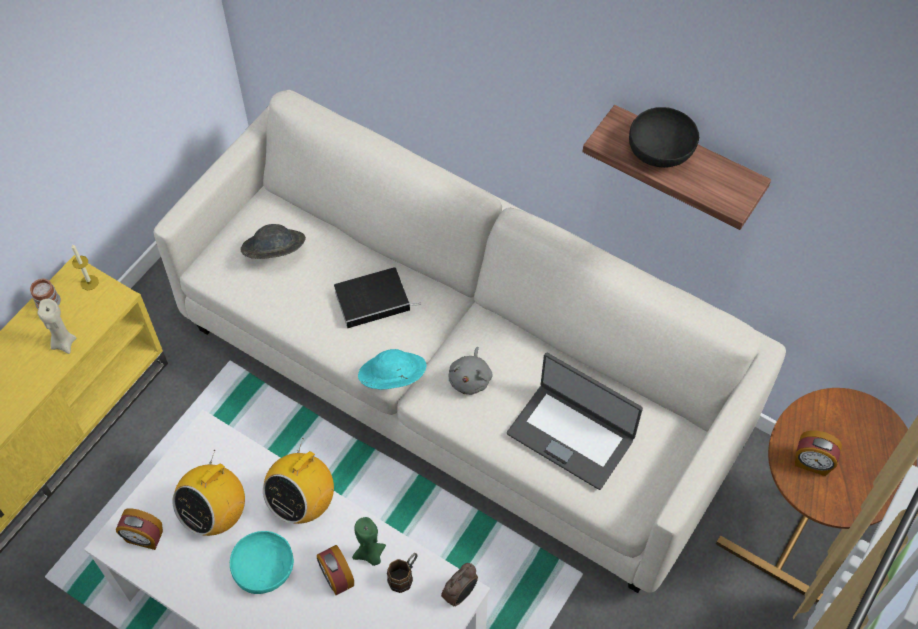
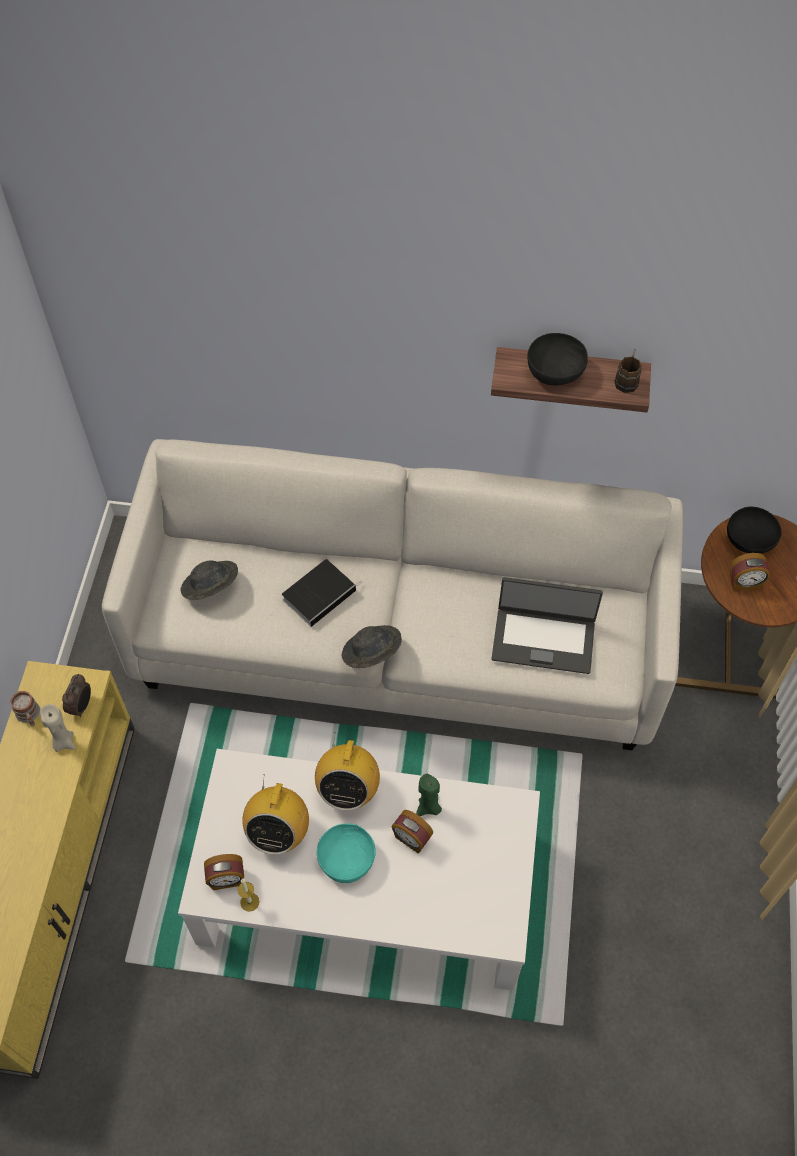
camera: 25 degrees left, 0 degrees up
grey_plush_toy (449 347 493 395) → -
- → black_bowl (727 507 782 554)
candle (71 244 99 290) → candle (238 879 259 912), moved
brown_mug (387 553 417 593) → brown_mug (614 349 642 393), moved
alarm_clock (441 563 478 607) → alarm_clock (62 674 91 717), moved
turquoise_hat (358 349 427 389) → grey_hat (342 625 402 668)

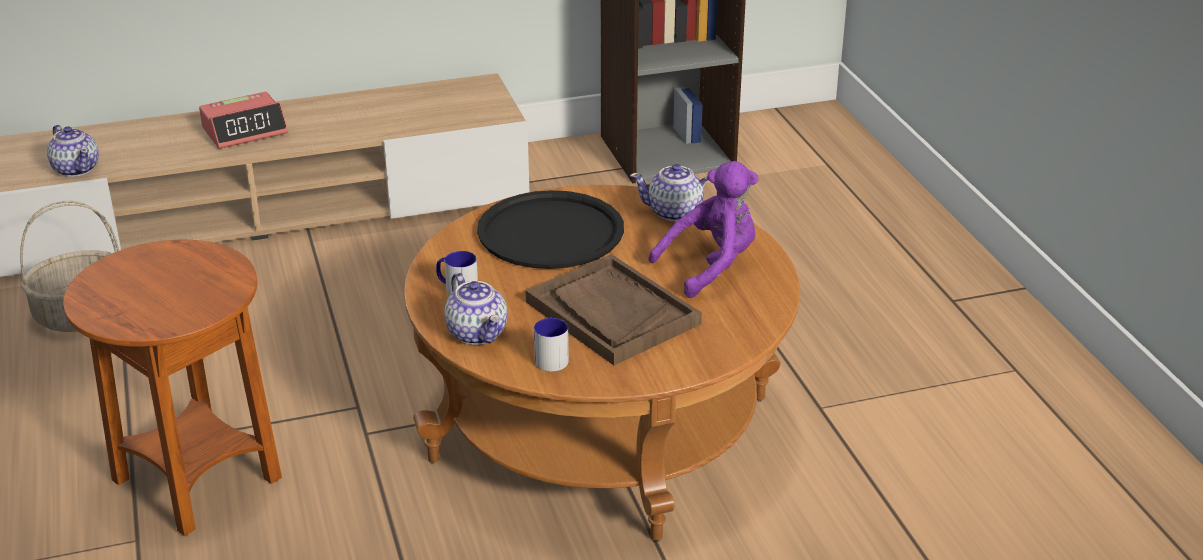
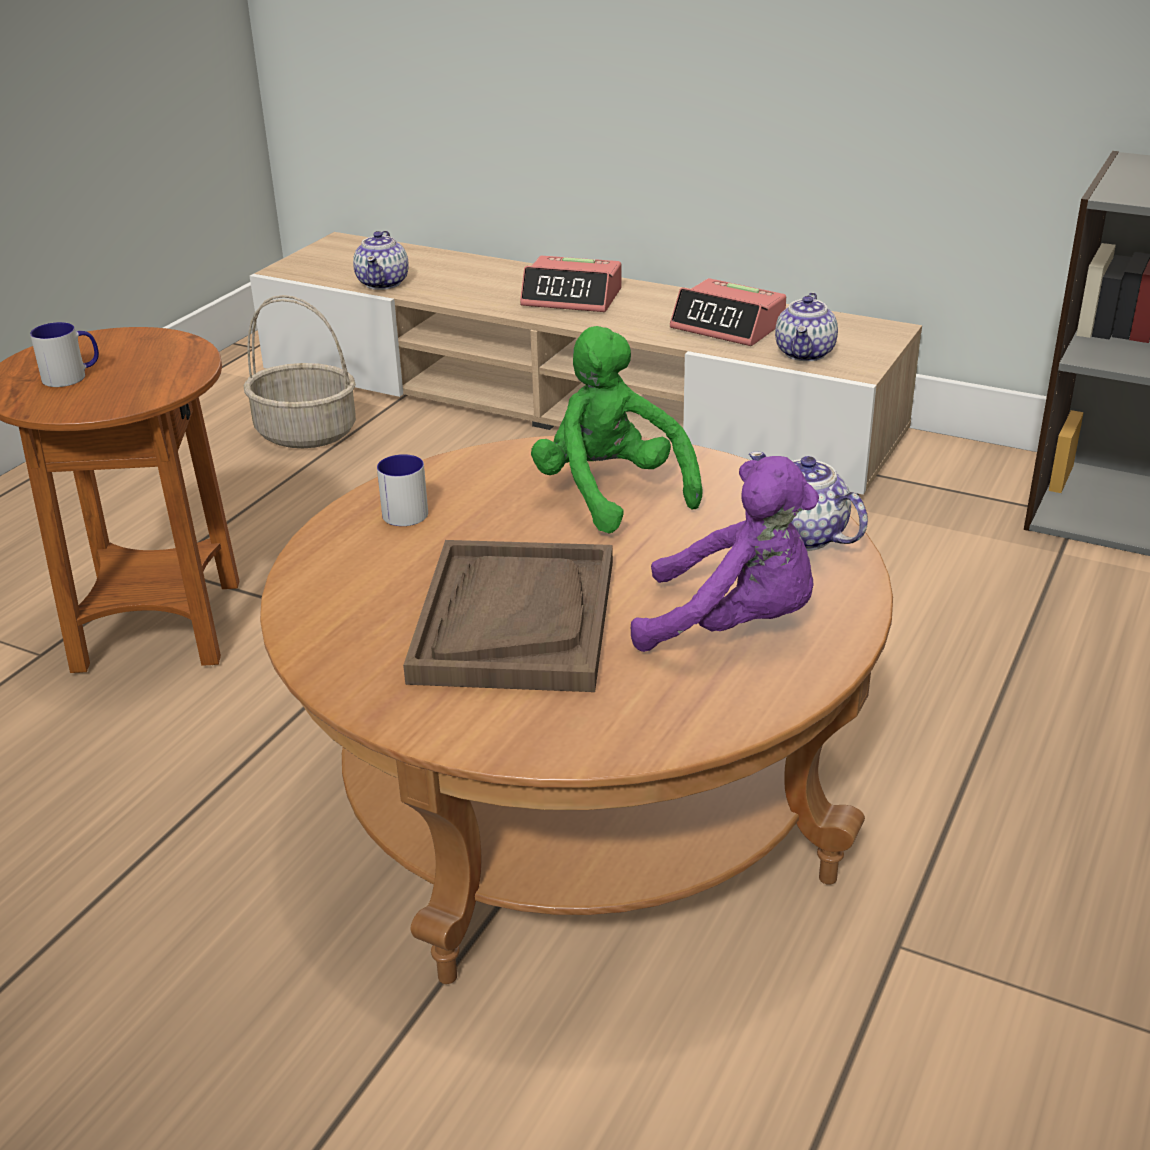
camera: 45 degrees right, 0 degrees up
- → alarm_clock (670 278 786 346)
teapot (444 273 507 345) → teapot (775 292 838 361), moved
mug (534 318 569 372) → mug (30 322 99 387), moved
black_tray (477 190 624 269) → green_plush_toy (531 326 703 534)

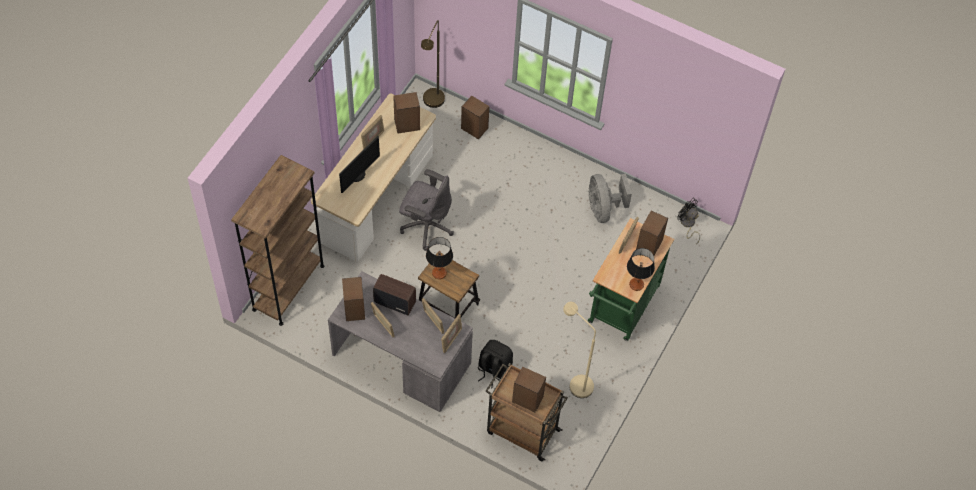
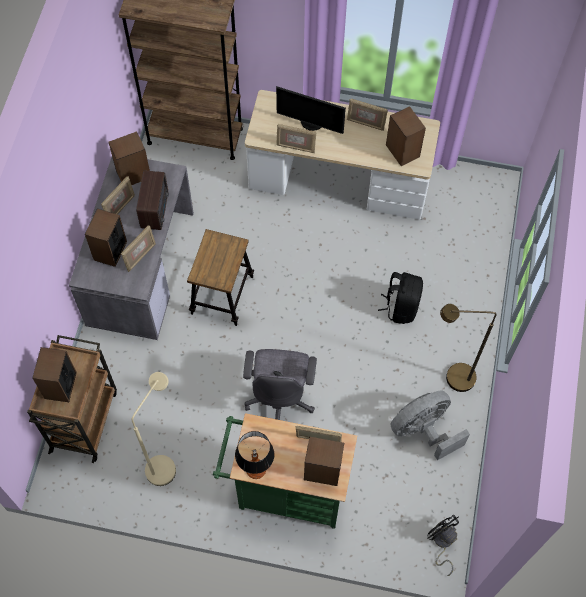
camera: 75 degrees right, 5 degrees up
table_lamp (426 237 453 279) → -
grey_office_chair (399 169 454 251) → grey_office_chair (243 349 317 420), moved
brown_floor_lamp (421 20 445 108) → brown_floor_lamp (440 304 496 392), moved
picture_frame (441 314 462 353) → picture_frame (276 124 316 153), moved
speaker (461 96 489 139) → speaker (85 209 127 267), moved
black_backpack (478 340 513 388) → black_backpack (378 272 423 324), moved
black_fan (677 198 700 244) → black_fan (427 515 459 576), 60 degrees counterclockwise

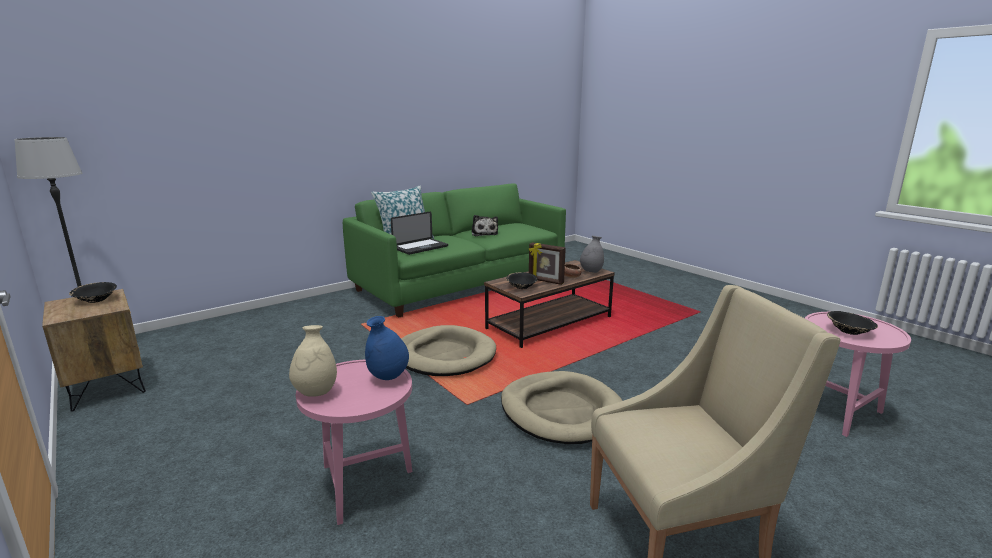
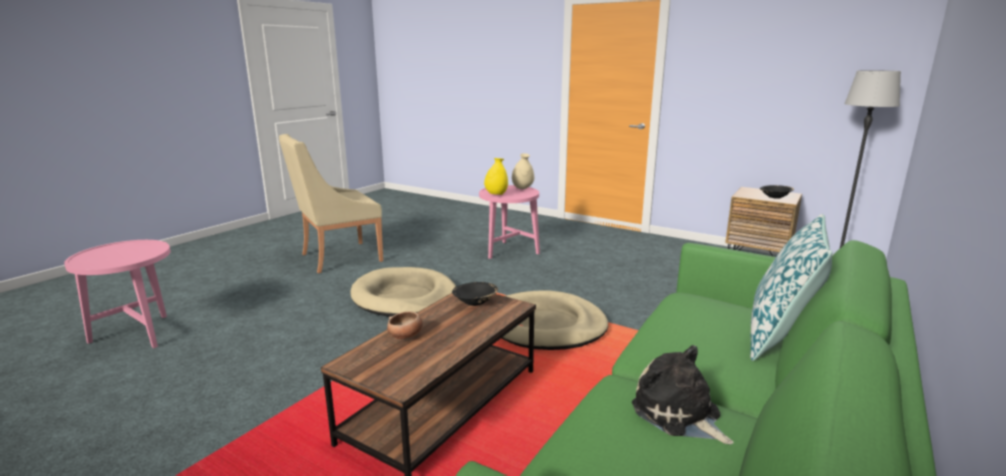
camera: 160 degrees right, 0 degrees up
laptop (391 212 448 255) → -
picture_frame (529 242 566 285) → -
grey_vase (580 236 604 273) → -
black_bowl (827 311 878 335) → -
blue_vase (365 316 409 380) → yellow_vase (484 158 508 195)

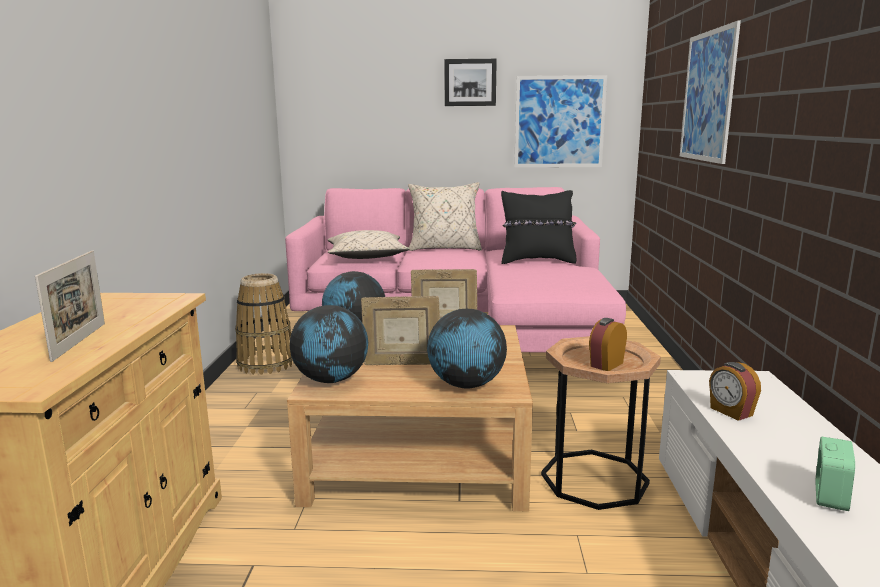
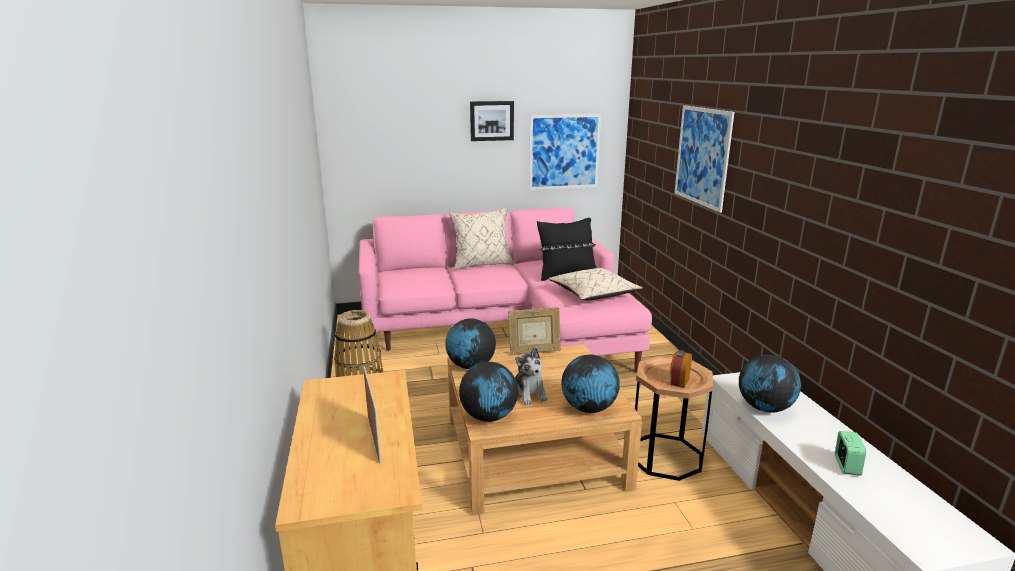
camera: 15 degrees left, 5 degrees up
beige_pillow (327 230 410 259) → beige_pillow (549 268 643 300), moved
picture_frame (361 296 440 365) → plush_toy (515 347 548 405)
alarm_clock (709 362 761 421) → globe (739 354 801 413)

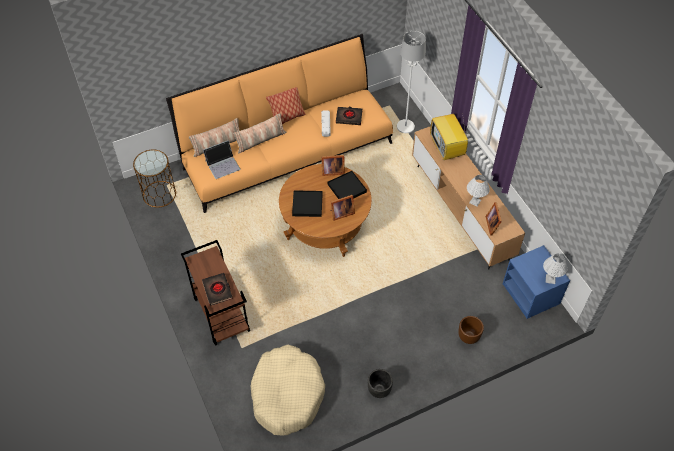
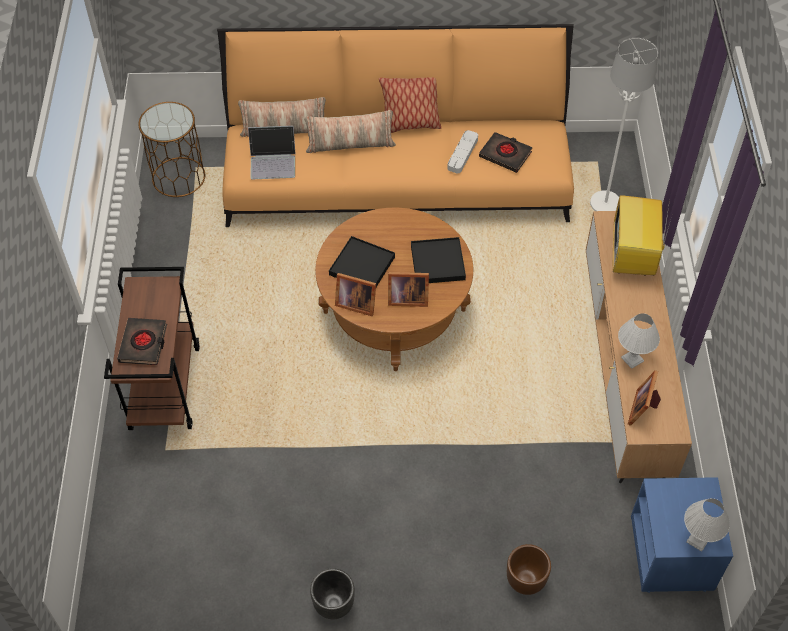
camera: 25 degrees right, 0 degrees up
beige_dog_bed (251 345 325 436) → -
picture_frame (321 155 345 176) → picture_frame (335 273 376 316), moved

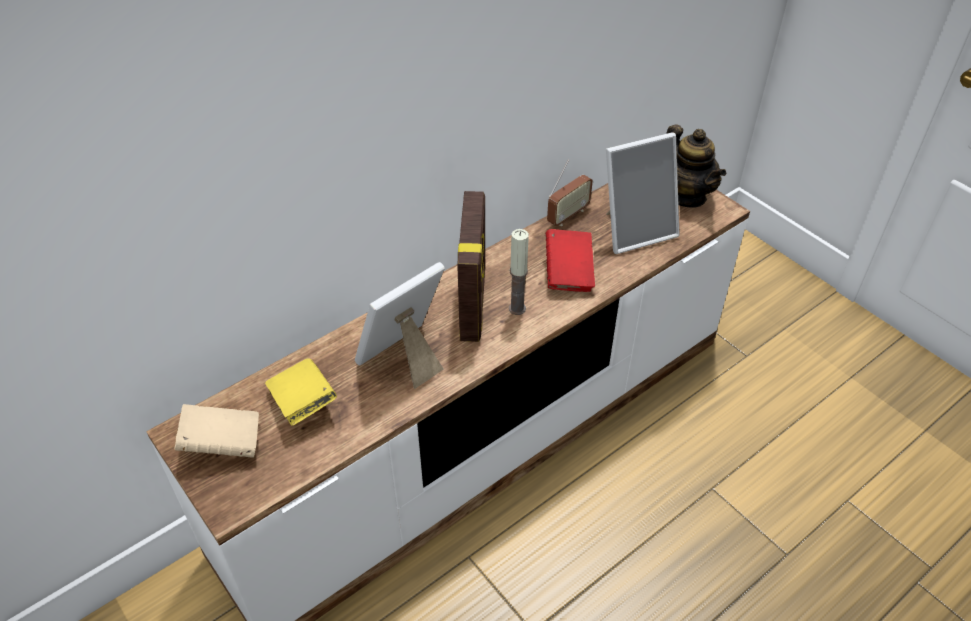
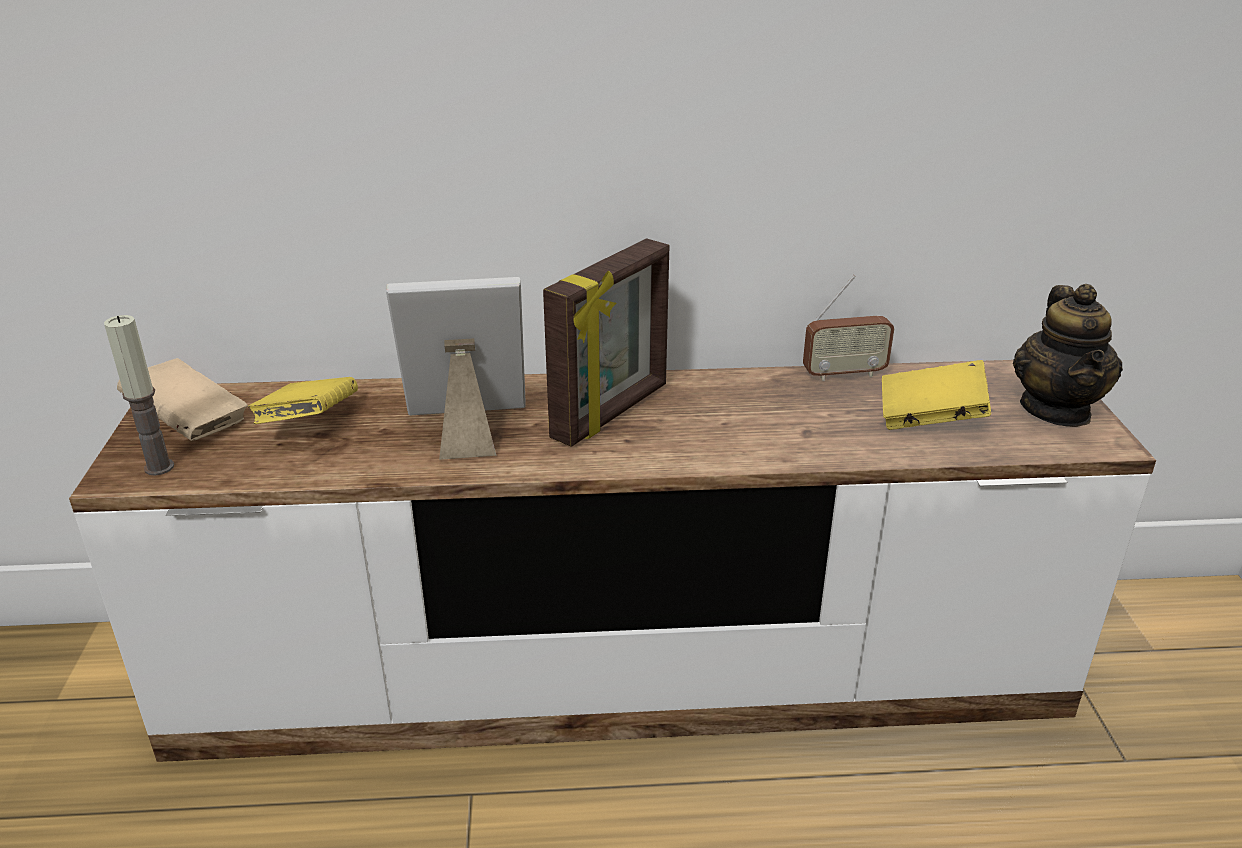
camera: 35 degrees right, 15 degrees down
red_book (546 229 595 292) → -
candle (509 229 529 315) → candle (104 315 174 476), moved
picture_frame (606 132 680 254) → yellow_book (882 360 991 430)

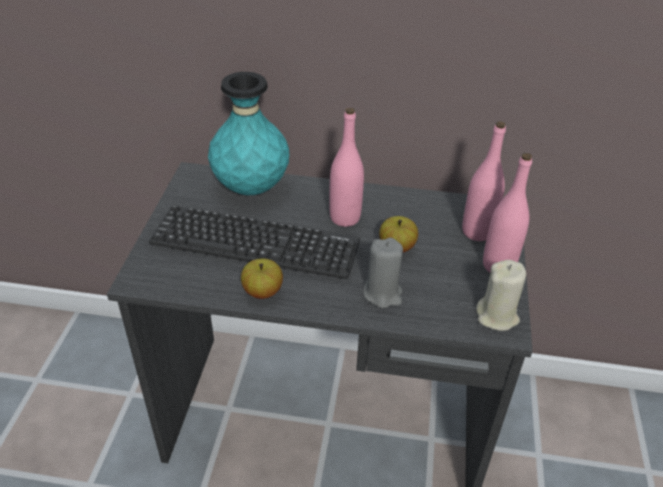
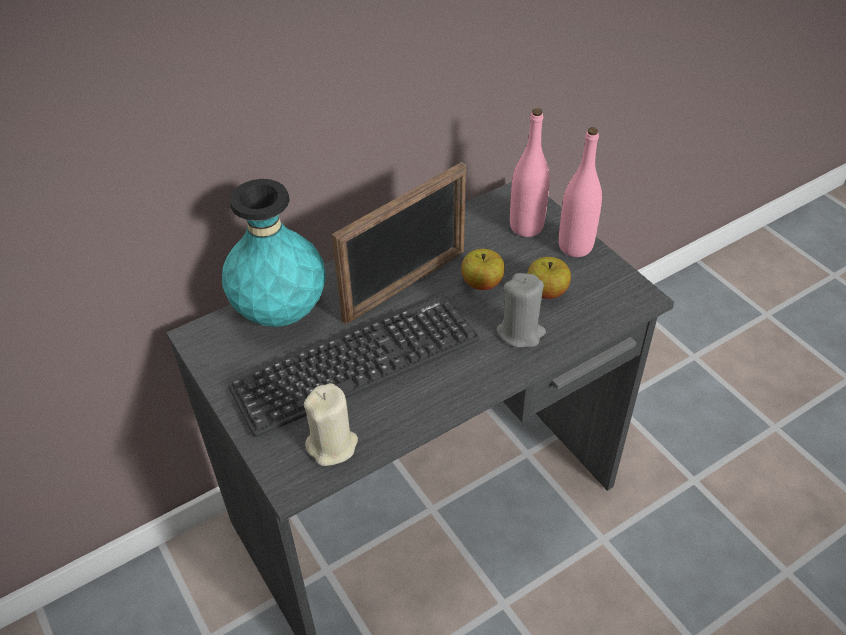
camera: 40 degrees left, 5 degrees up
apple (241 258 283 299) → apple (527 257 571 299), moved
beige_candle (476 260 526 331) → beige_candle (304 383 358 466), moved
pink_bottle (329 108 364 227) → picture_frame (332 162 466 324)

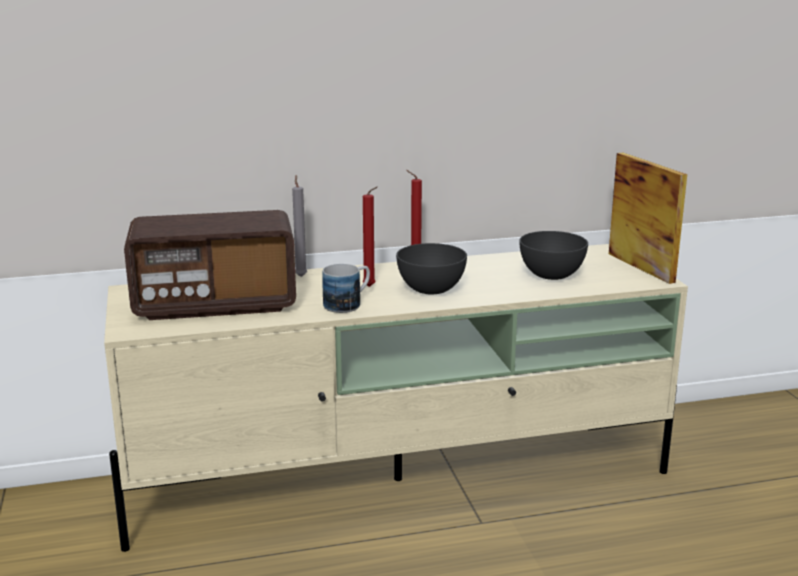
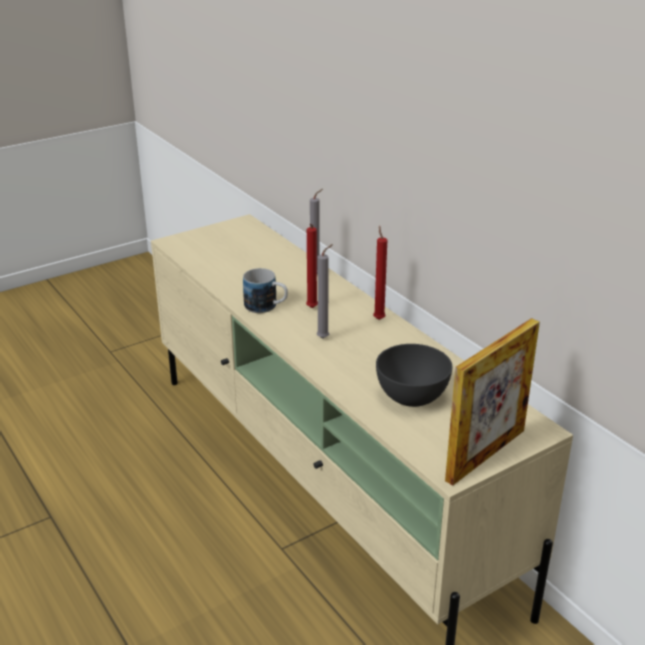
camera: 70 degrees right, 10 degrees up
radio (124 210 296 320) → -
grey_bowl (396 243 467 294) → grey_candle (317 244 333 338)

